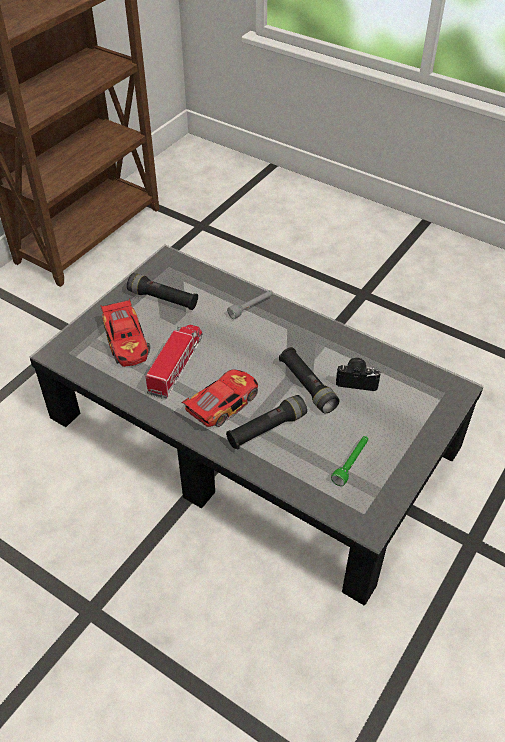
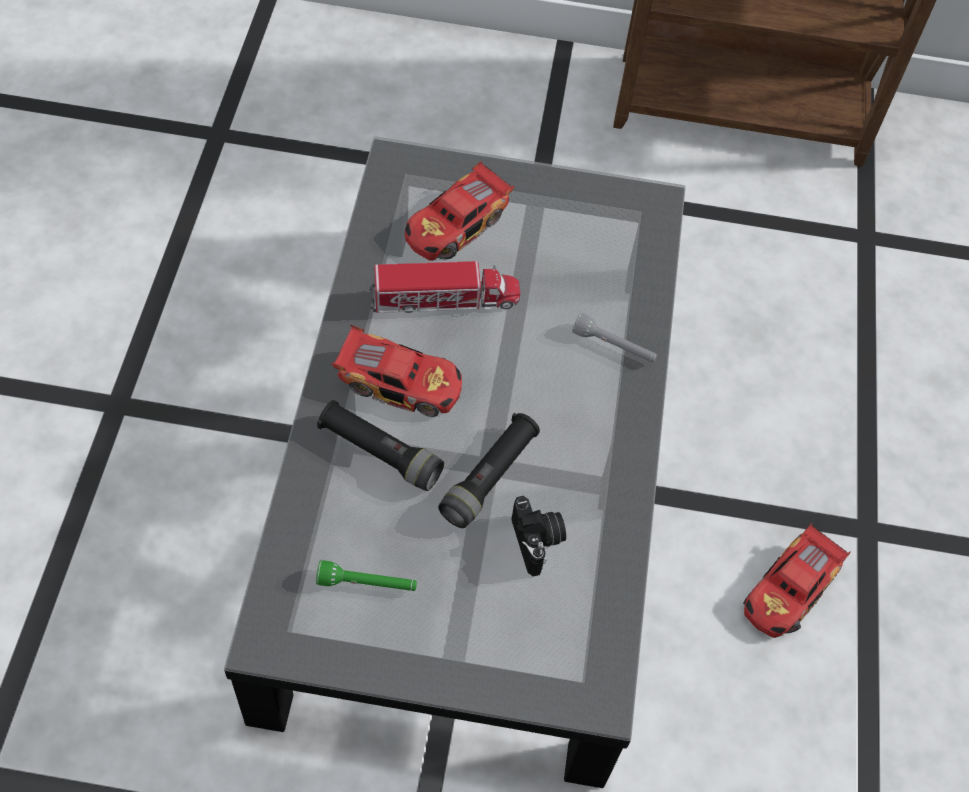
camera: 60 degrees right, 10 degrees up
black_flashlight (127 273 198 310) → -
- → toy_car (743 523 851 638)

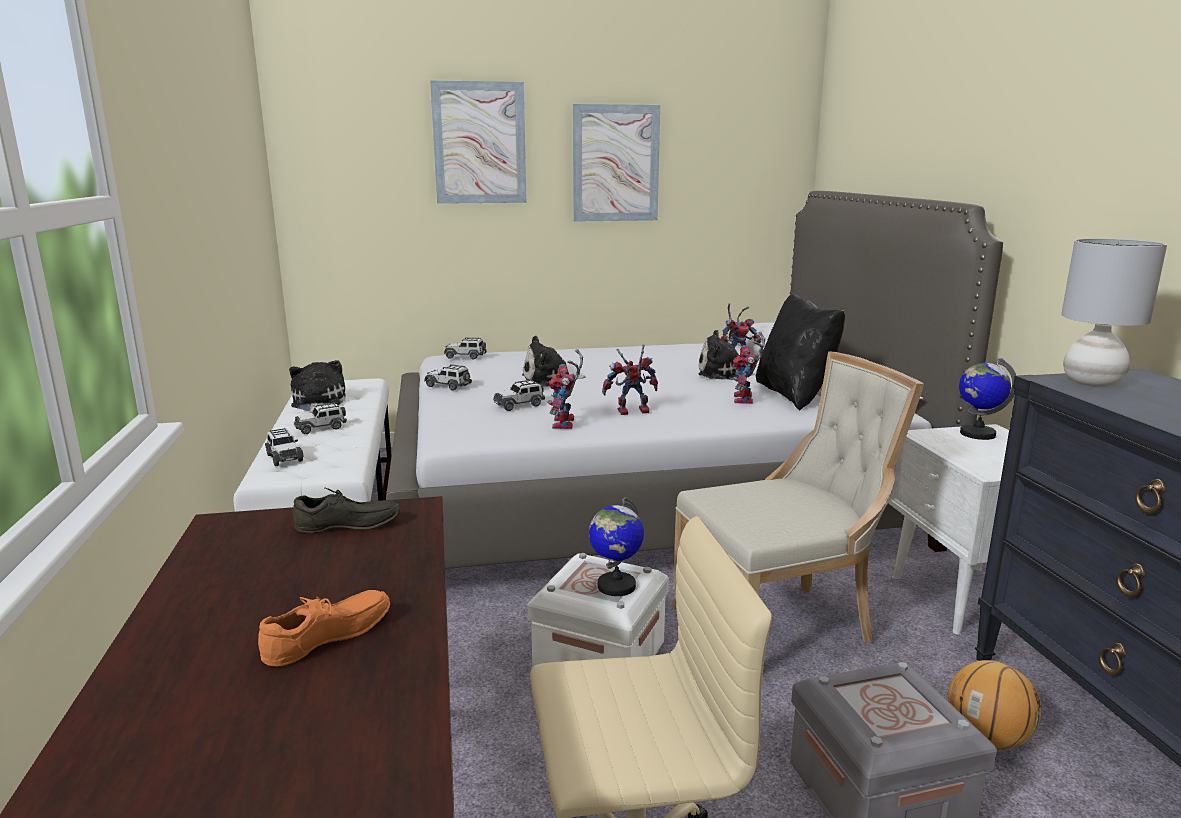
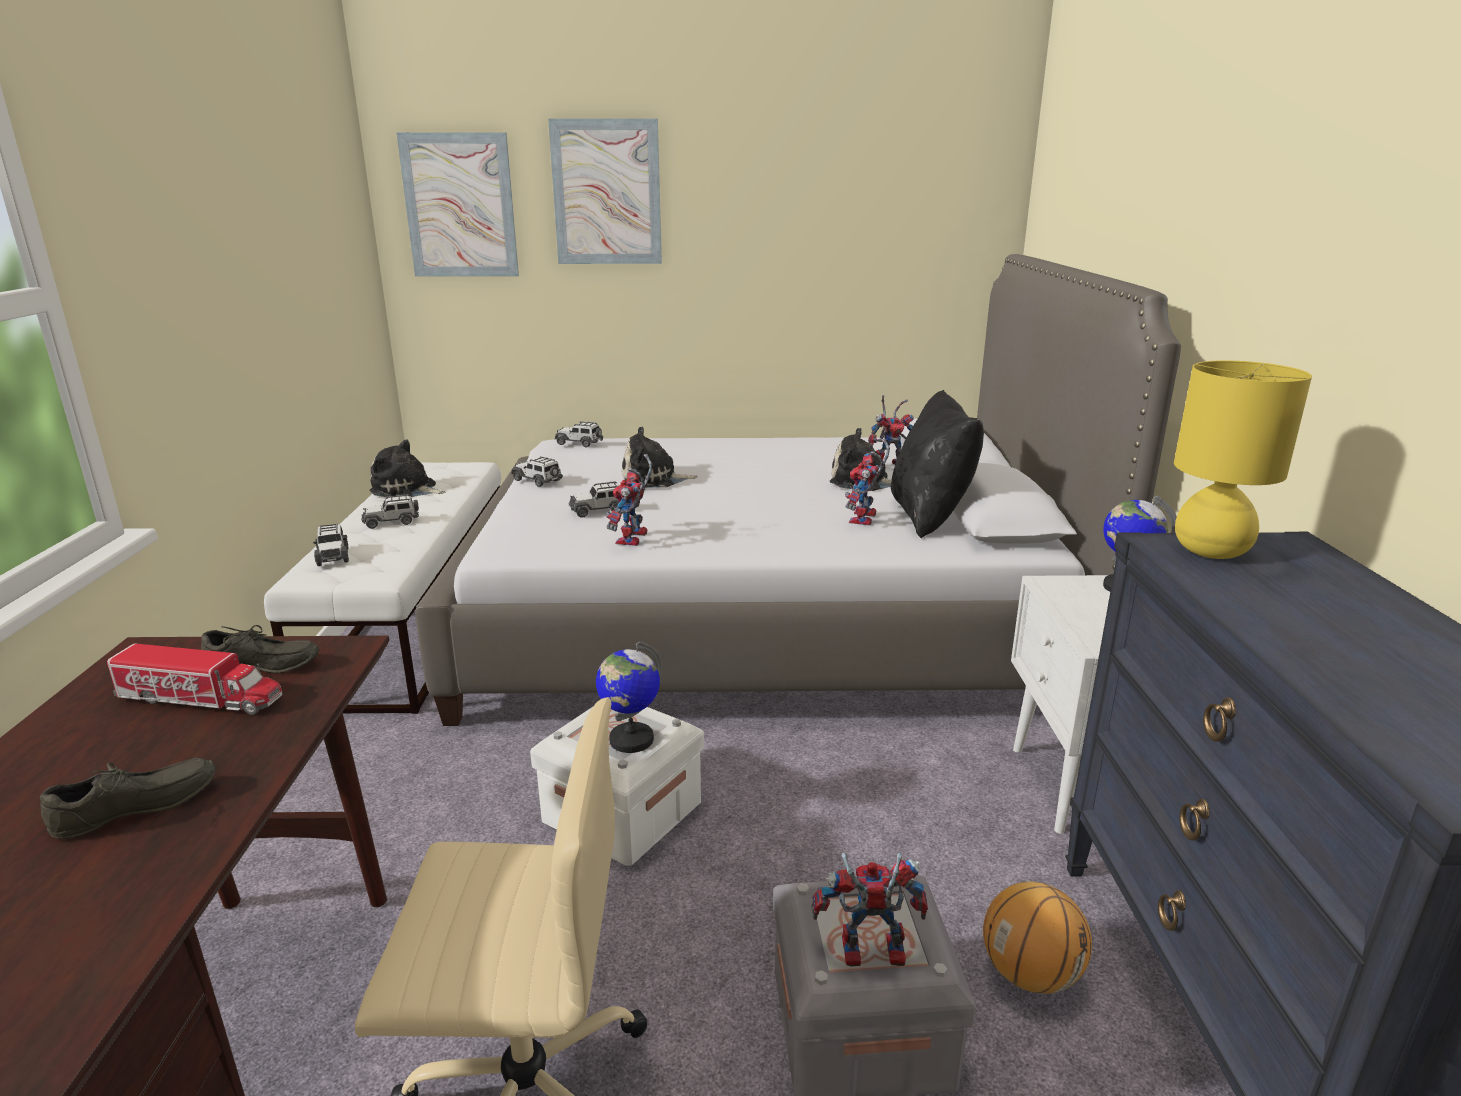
camera: 10 degrees right, 5 degrees up
beige_chair (671 351 924 644) → -
- → toy_truck (107 643 282 715)
picture (573 104 660 222) → picture (396 132 519 277), moved
toy_robot (602 344 658 415) → toy_robot (811 852 928 967), moved
orange_shoe (258 590 390 667) → grey_shoe (40 758 216 839)
grey_table_lamp (1061 238 1167 387) → yellow_table_lamp (1174 360 1312 559)
plush_toy (289 360 346 413) → plush_toy (369 439 445 497), 75 degrees counterclockwise

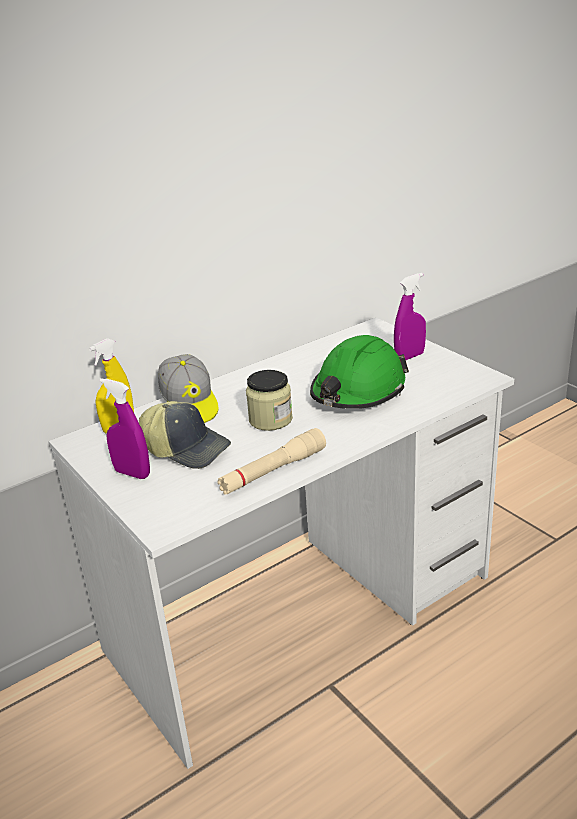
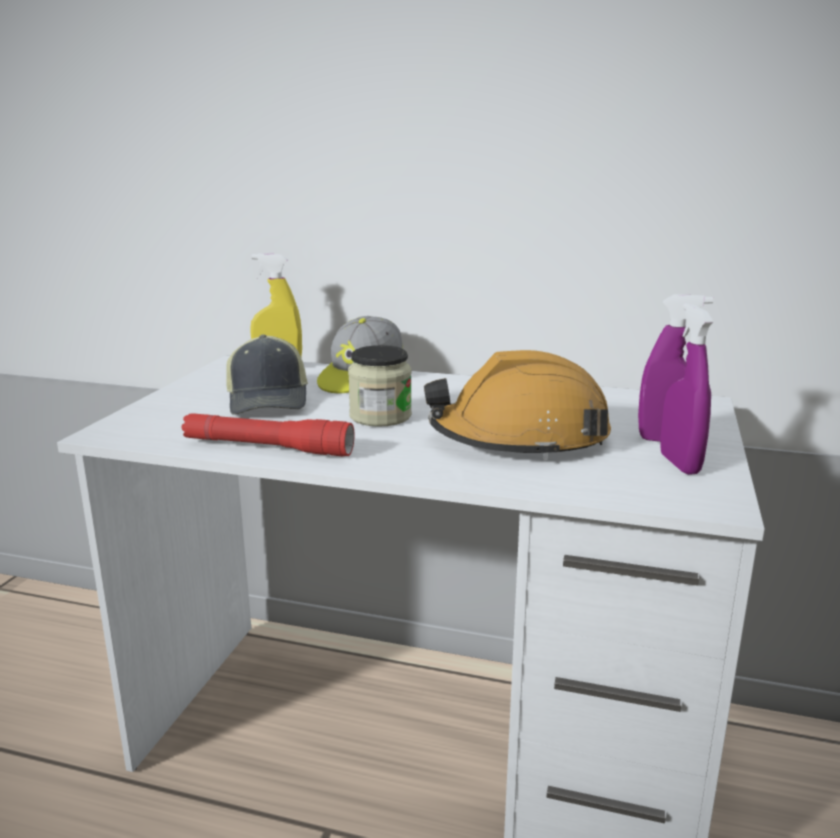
camera: 50 degrees right, 10 degrees down
purple_spray_bottle (100 378 150 479) → purple_spray_bottle (661 303 713 475), moved
beige_flashlight (217 428 326 495) → red_flashlight (181 413 355 457)
green_hard_hat (310 335 409 409) → orange_hard_hat (424 350 611 460)

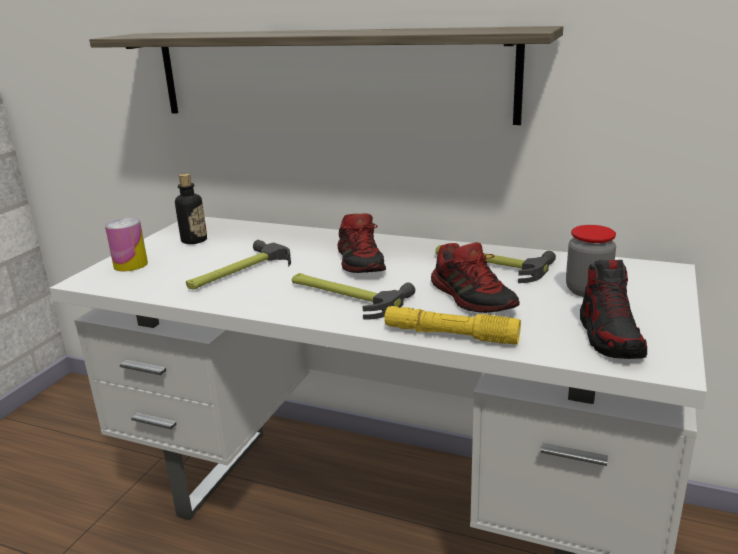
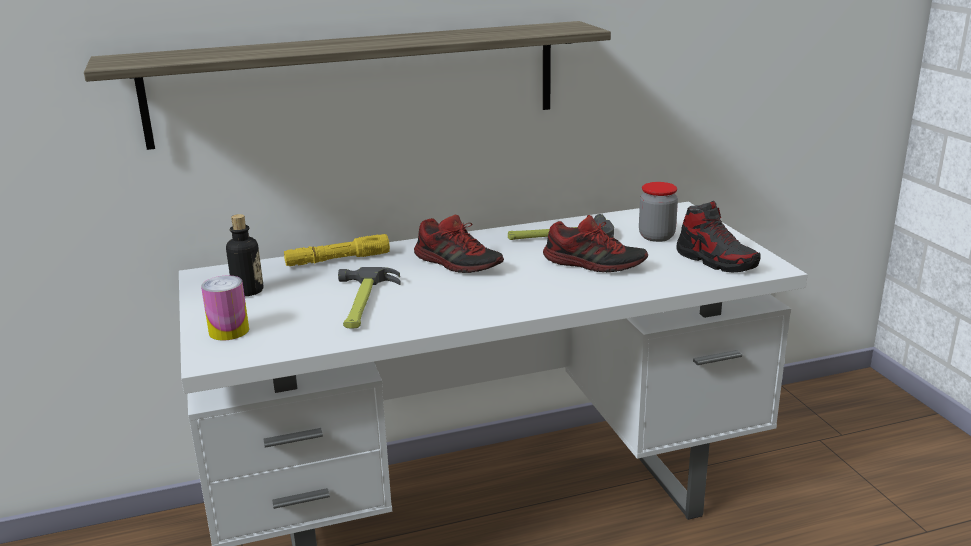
camera: 40 degrees left, 0 degrees up
hammer (292 273 415 320) → -
yellow_flashlight (385 306 521 345) → yellow_flashlight (284 234 390 266), moved

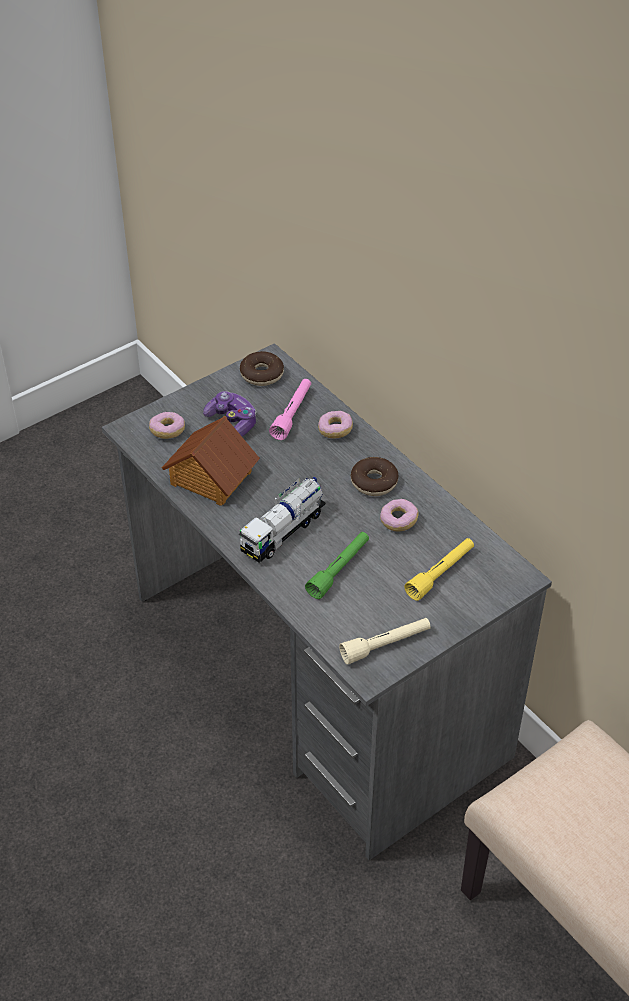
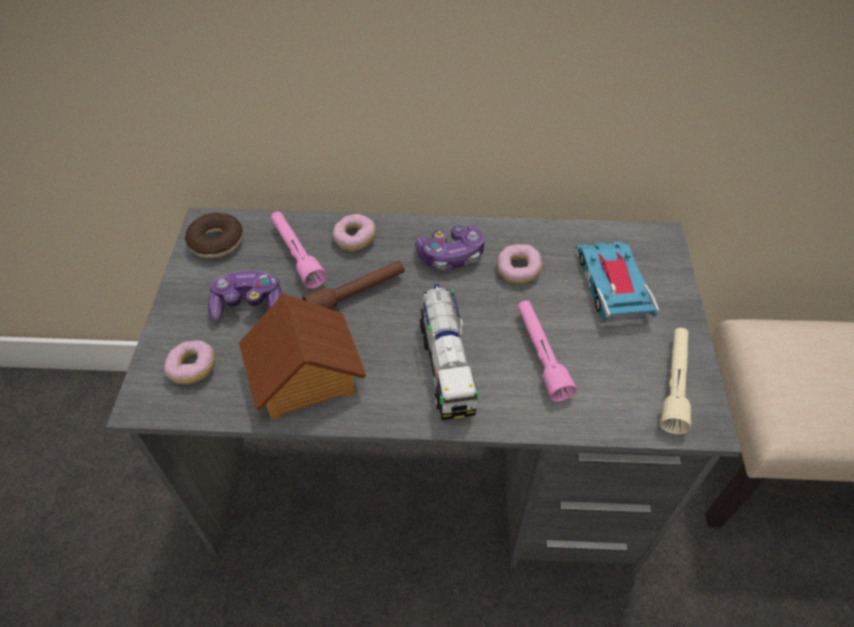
camera: 50 degrees left, 5 degrees up
- → brown_flashlight (302 260 405 310)
donut (350 457 399 496) → game_controller (415 225 485 270)
yellow_flashlight (404 538 474 601) → toy_car (576 242 659 321)
green_flashlight (305 532 369 599) → pink_flashlight (517 301 577 402)

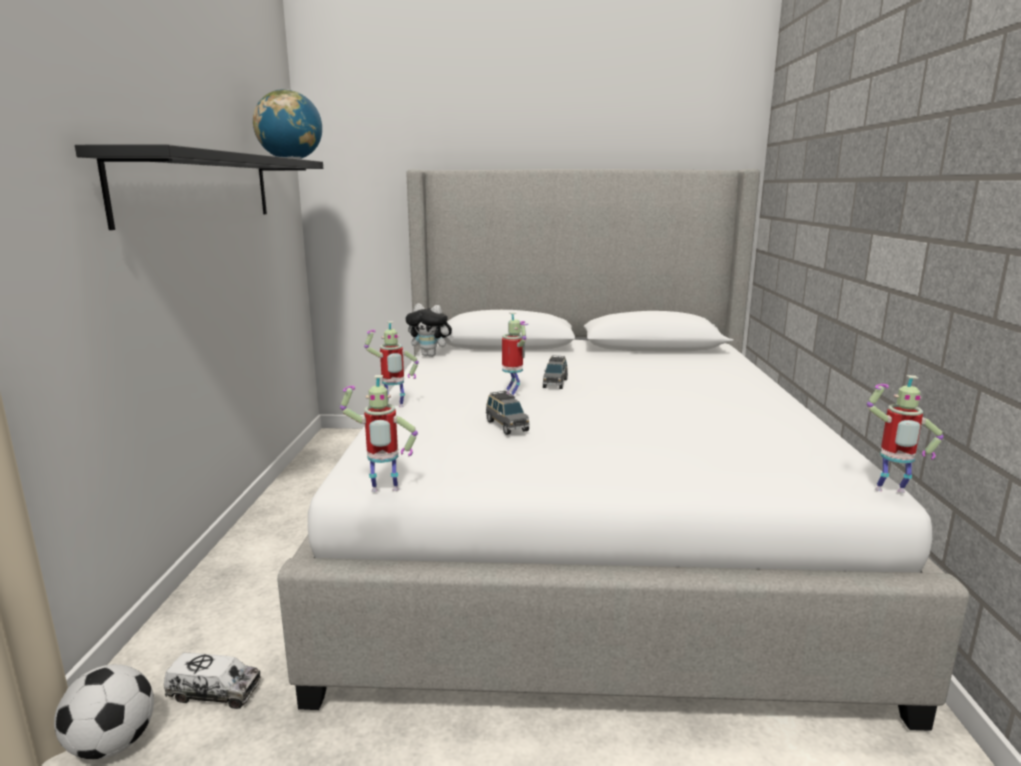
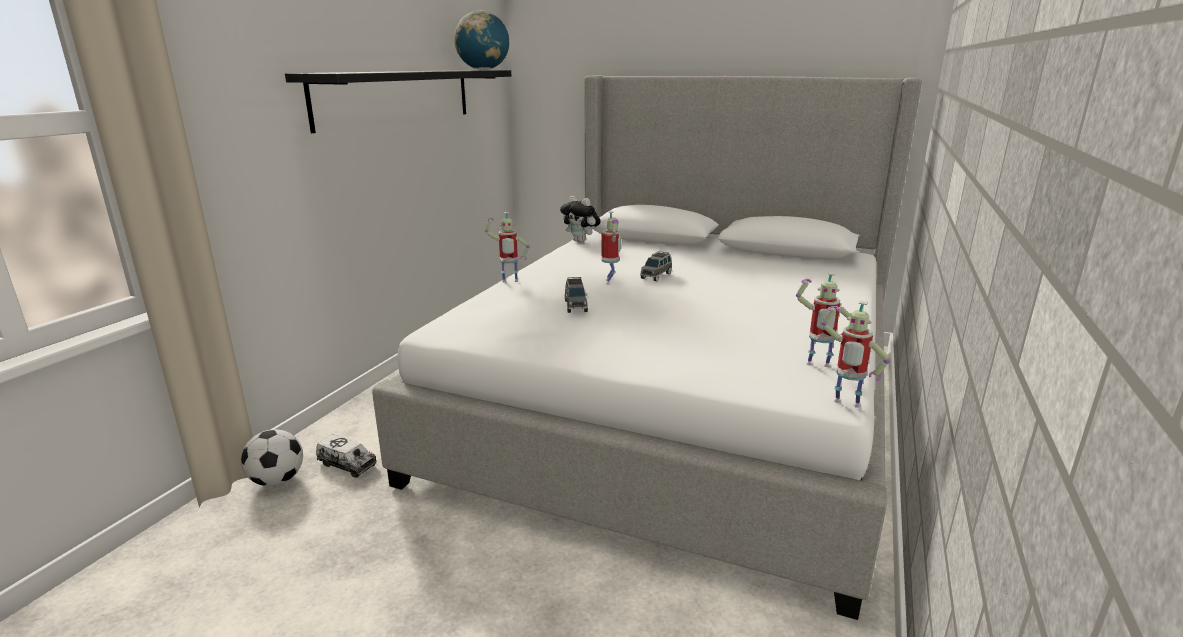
camera: 20 degrees right, 5 degrees up
toy_robot (340 375 418 492) → toy_robot (796 272 851 367), moved

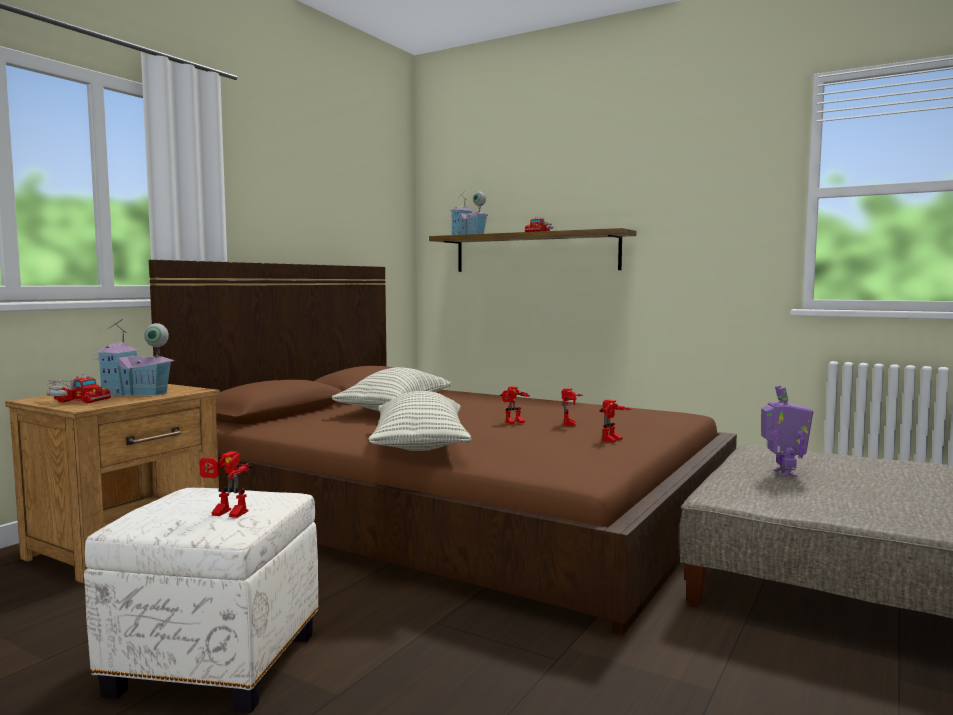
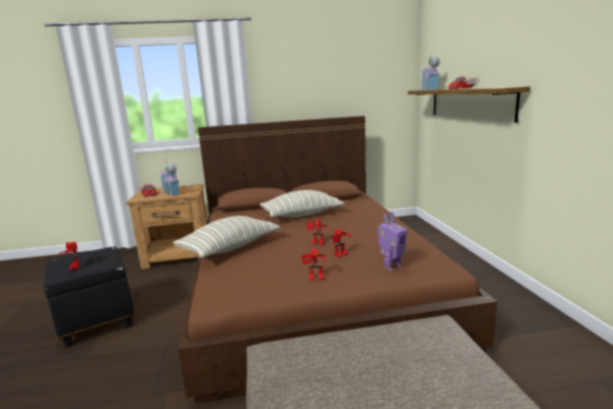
camera: 50 degrees right, 10 degrees up
toy_robot (761 385 813 477) → toy_robot (378 212 407 271), moved
white_ottoman (84 488 319 713) → black_ottoman (43 247 135 348)

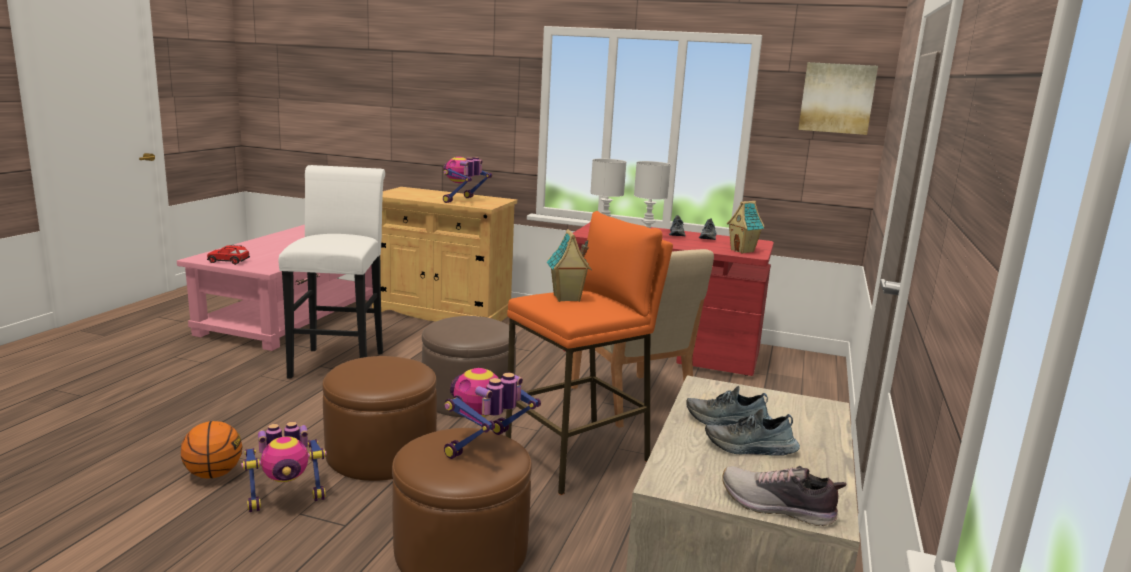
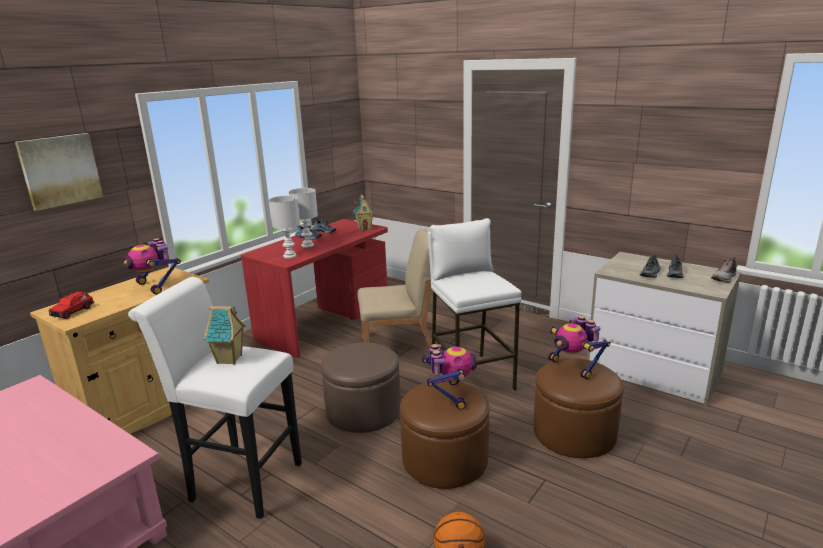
camera: 70 degrees left, 5 degrees up
red_toy_car (207 245 250 265) → red_toy_car (48 292 94 319), moved
toy_robot (242 422 326 512) → toy_robot (422 344 477 410), moved
toy_house (547 229 592 302) → toy_house (204 306 245 365), moved
picture (798 62 878 135) → picture (15 133 103 211), moved
orange_stool (506 211 673 495) → white_stool (427 218 522 391)

